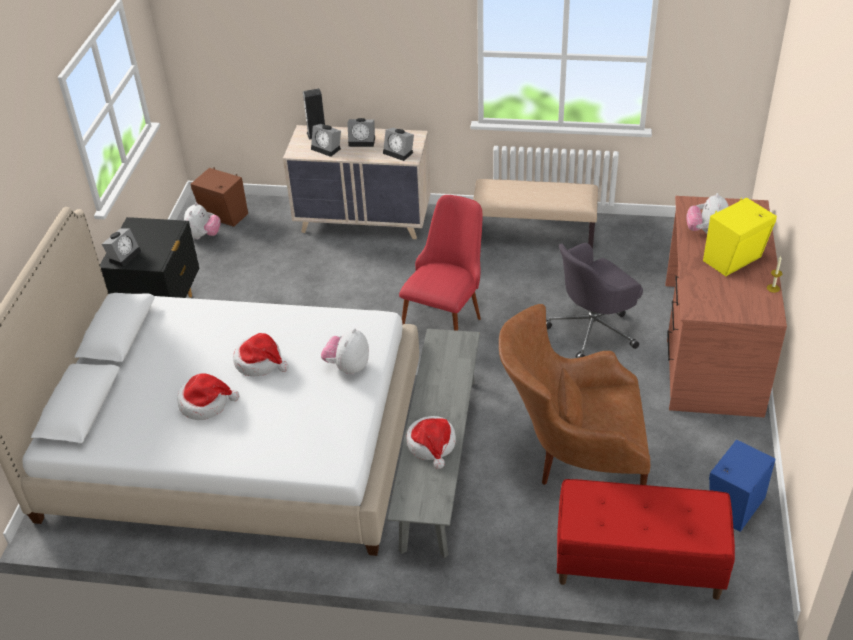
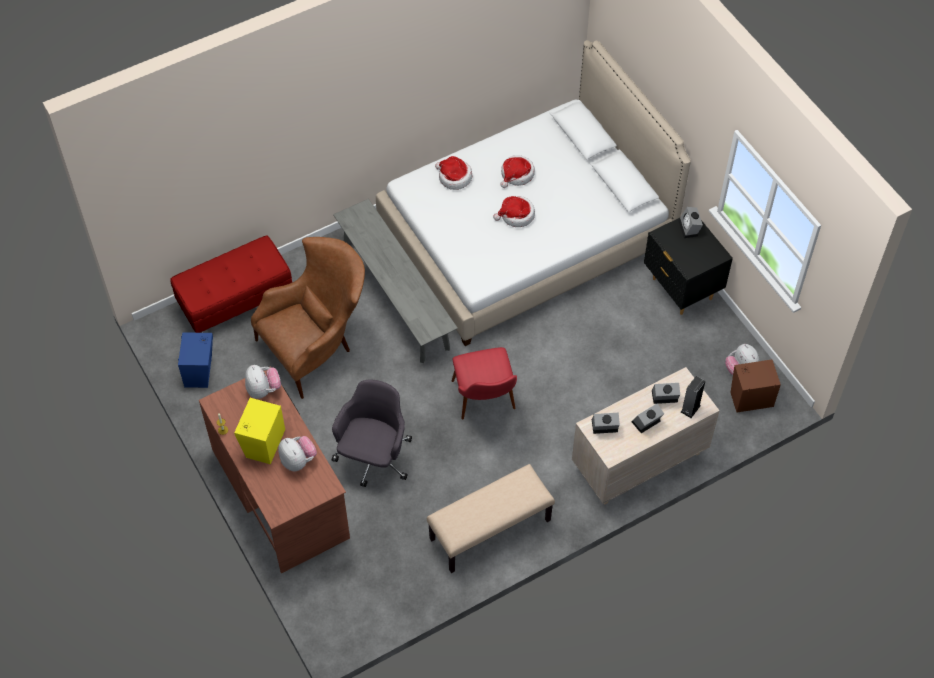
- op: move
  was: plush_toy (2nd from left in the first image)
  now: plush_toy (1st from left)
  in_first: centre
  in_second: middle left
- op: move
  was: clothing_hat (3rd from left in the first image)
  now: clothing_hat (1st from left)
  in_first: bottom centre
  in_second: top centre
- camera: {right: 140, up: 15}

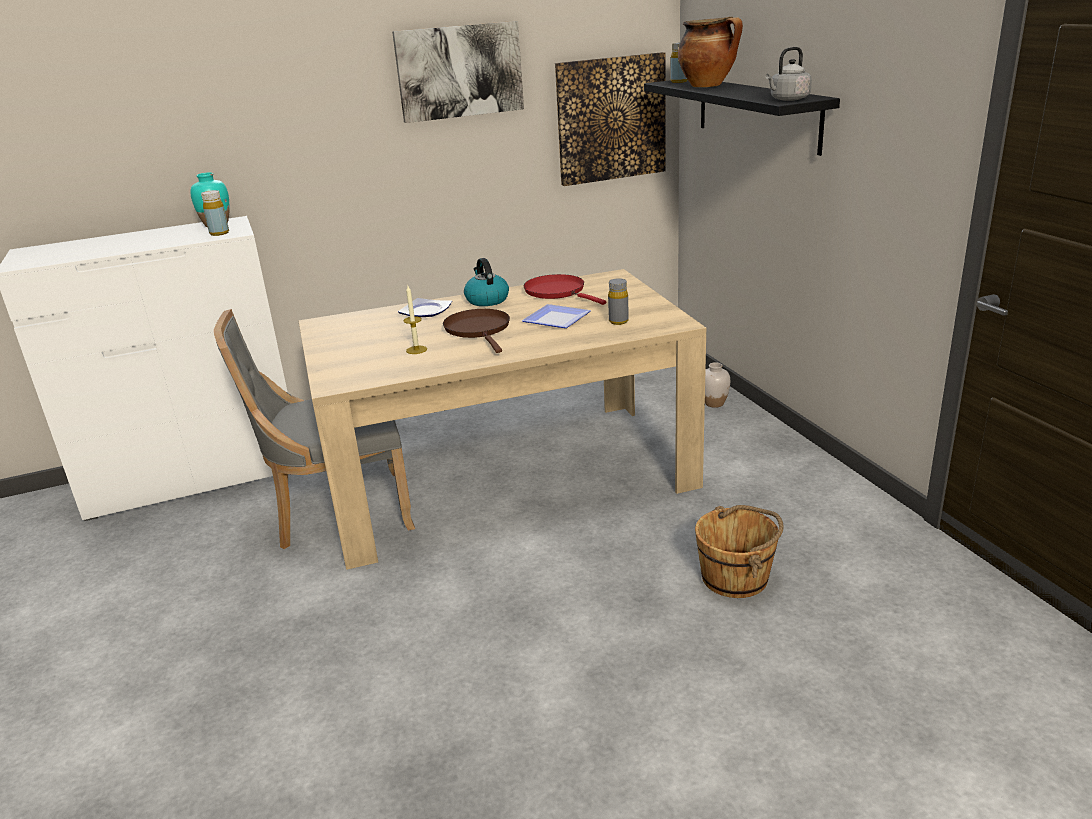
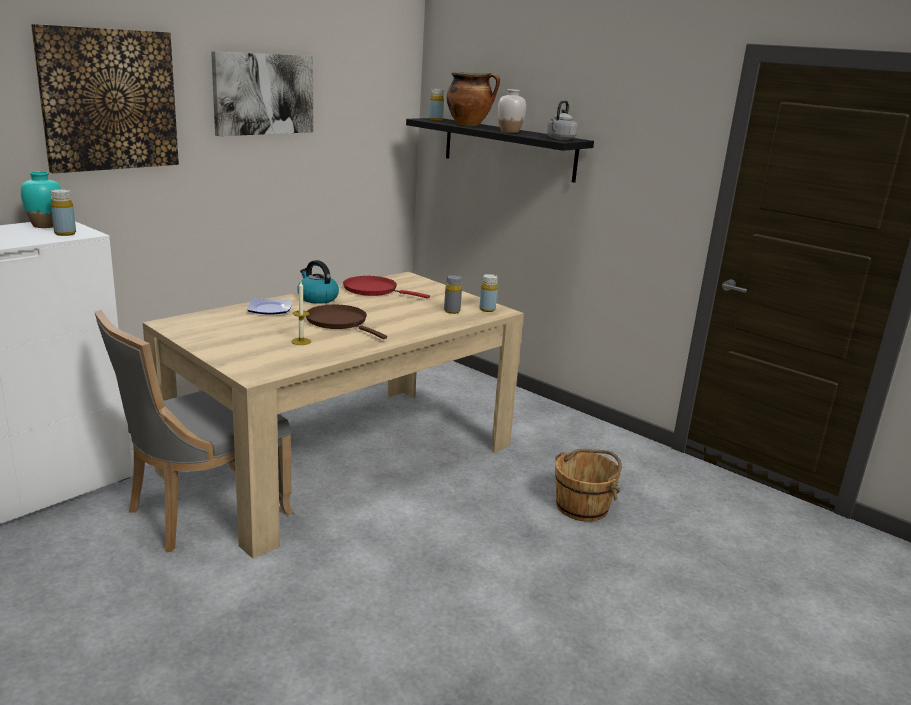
- op: move
  was: wall_picture (2nd from left in the first image)
  now: wall_picture (1st from left)
  in_first: top centre
  in_second: top left
- op: insert
  now: yellow_drink_bottle (3rd from left)
  in_second: centre
- op: move
  was: whitish_flower_vase
  in_first: centre
  in_second: top centre
- op: delete
  was: dinner_plate (2nd from left)
  in_first: centre
- camera: {right: -30, up: -5}

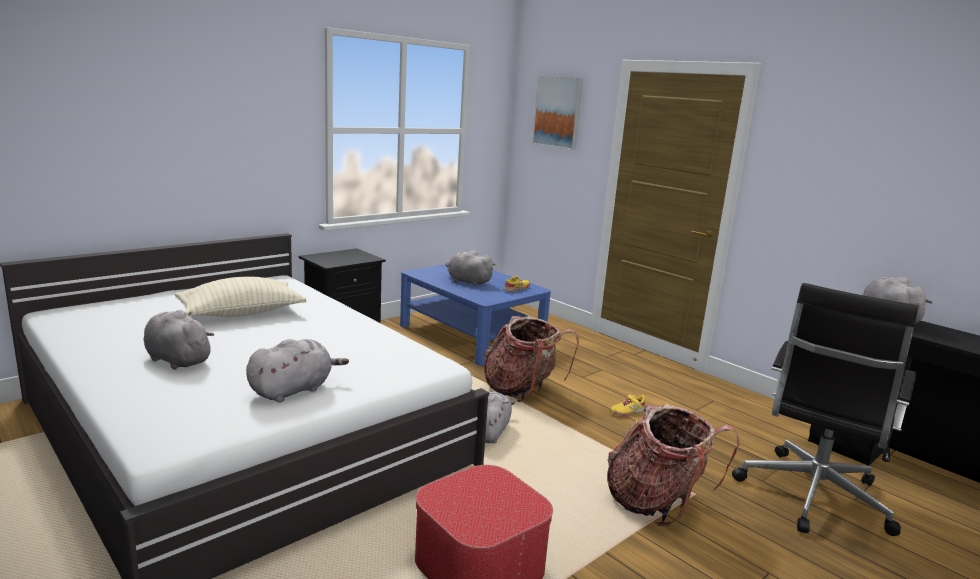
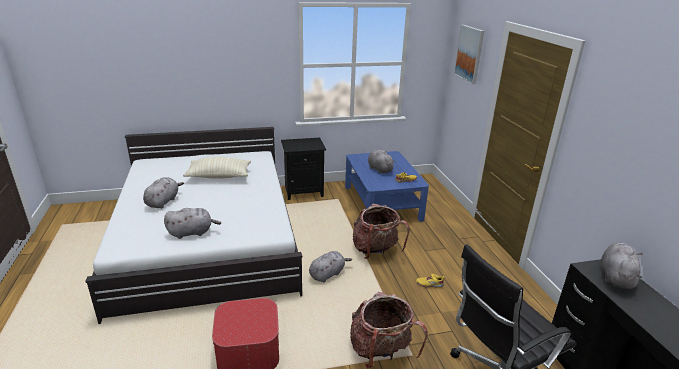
- op: rotate
  was: greyish_plush_toy (1st from left)
  in_first: middle left
  in_second: middle left
  clockwise: 45
- camera: {right: 30, up: 10}

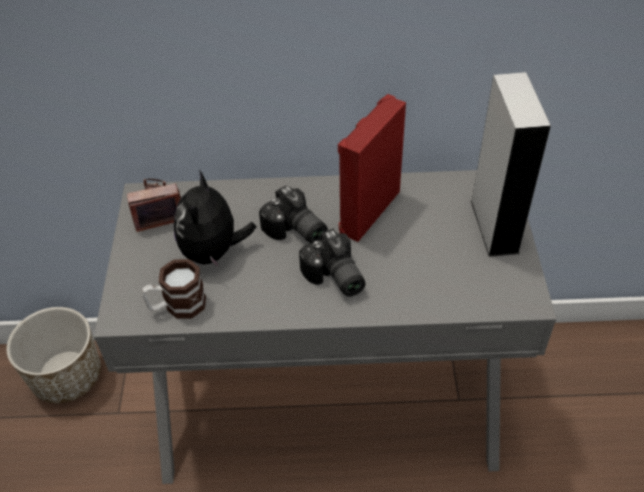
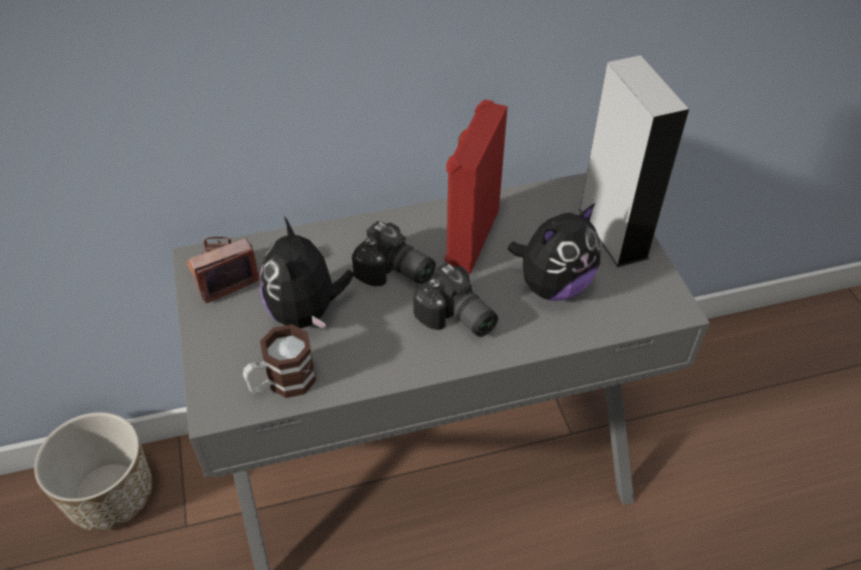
- op: insert
  now: plush_toy (2nd from left)
  in_second: centre
- camera: {right: -15, up: 0}

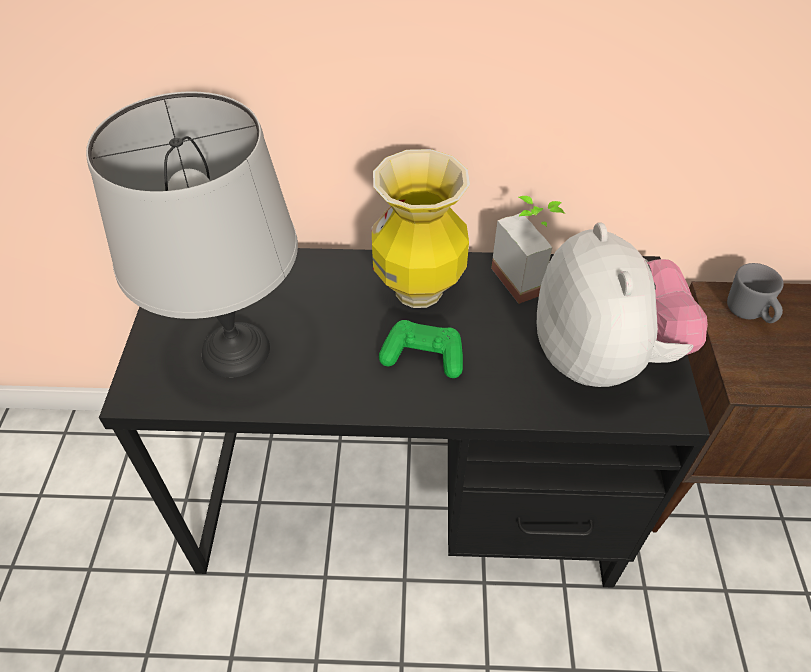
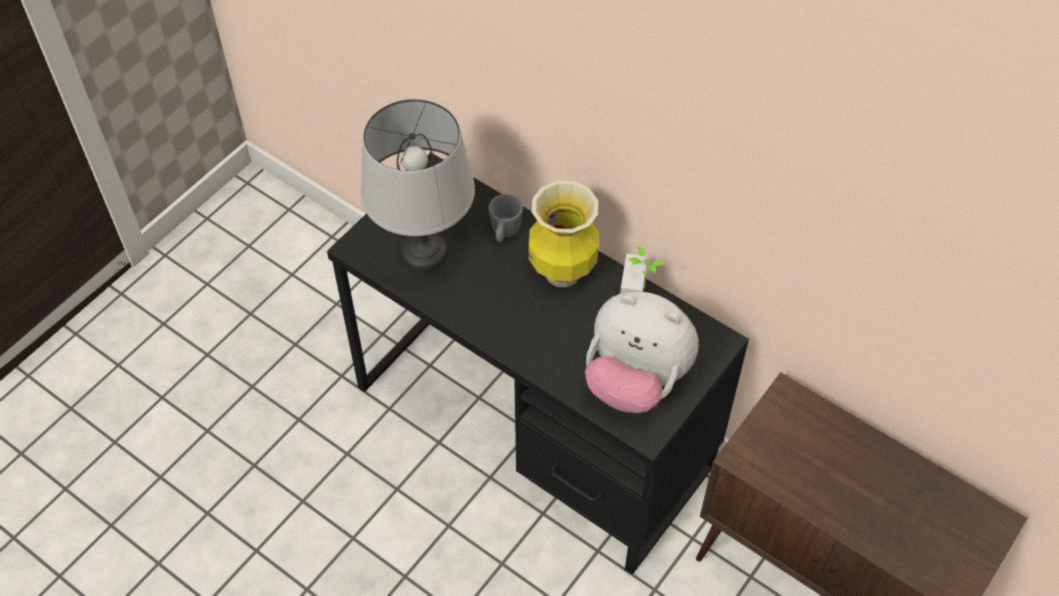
- op: move
  was: greyish_coffee_mug
  in_first: middle right
  in_second: centre
- op: rotate
  was: plush_toy
  in_first: middle right
  in_second: centre
  clockwise: 90
- op: delete
  was: greenish_game_controller
  in_first: centre
- camera: {right: 35, up: 5}

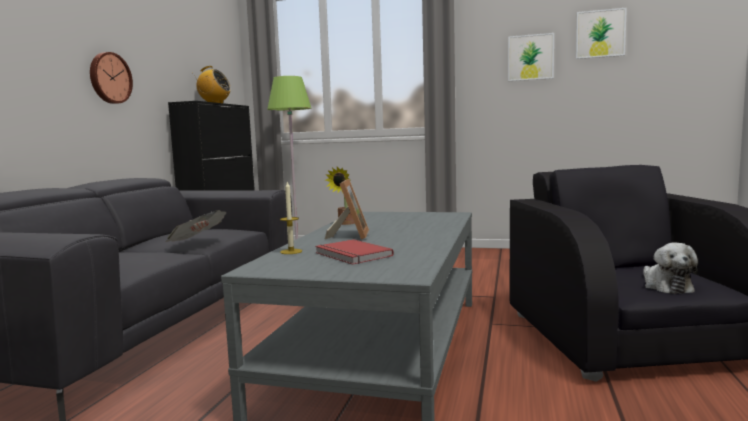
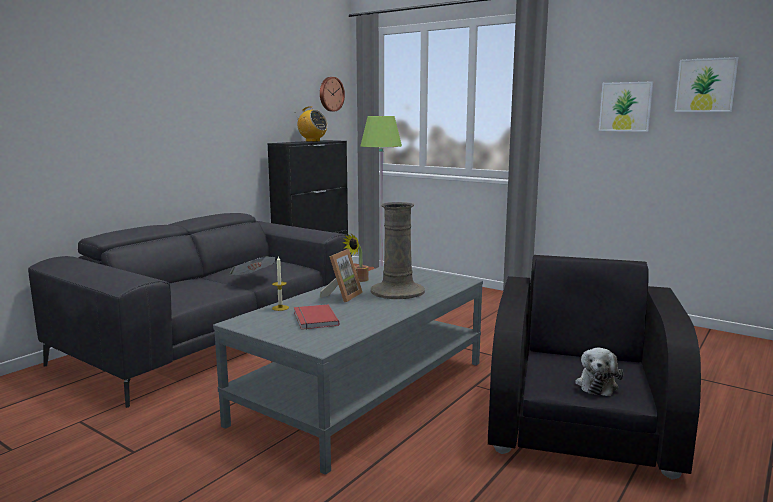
- op: move
  was: hanging_clock
  in_first: top left
  in_second: top centre
- op: insert
  now: beige-coloured_flower_vase
  in_second: centre
- camera: {right: 20, up: 5}

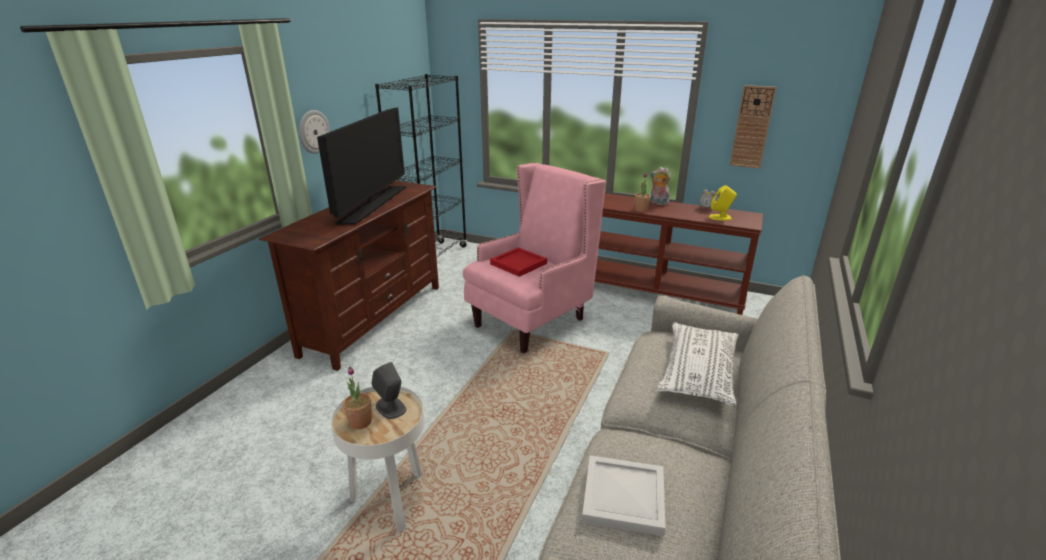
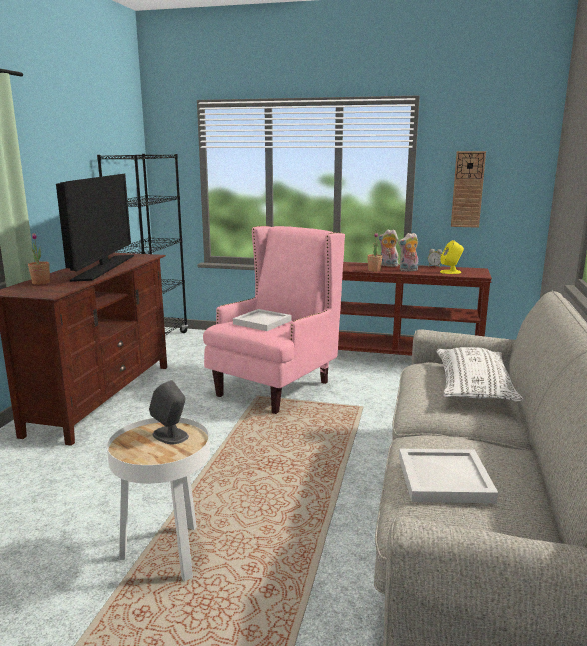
- op: move
  was: plant_in_a_pot (1st from left)
  in_first: bottom centre
  in_second: middle left
- op: recolor
  was: red_serving_tray
  now: whitish_serving_tray (1st from left)
  in_first: centre
  in_second: centre
- op: insert
  now: plush_toy (2nd from left)
  in_second: middle right
- op: delete
  was: hanging_clock (1st from left)
  in_first: top left
- camera: {right: -10, up: -10}

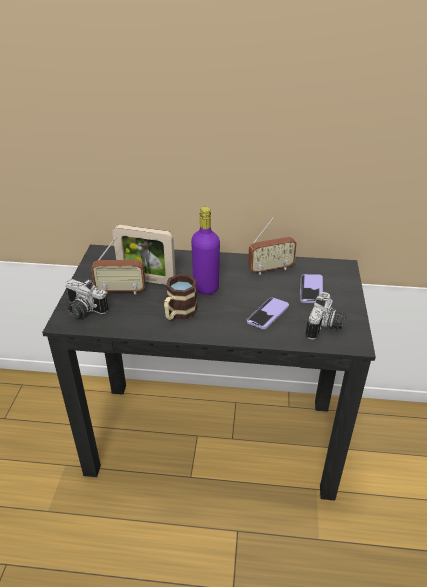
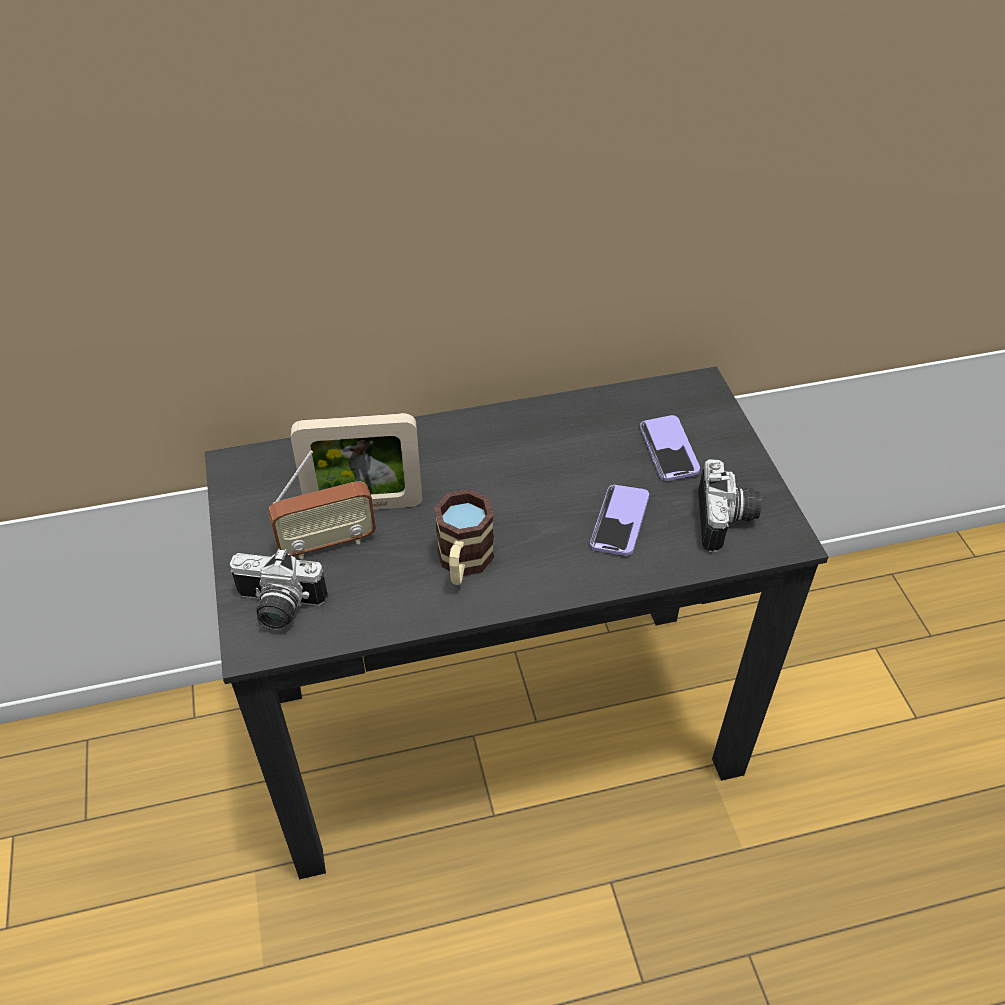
- op: delete
  was: purple-coloured_drink_bottle
  in_first: centre
- op: delete
  was: radio (2nd from left)
  in_first: centre
- camera: {right: -20, up: 10}

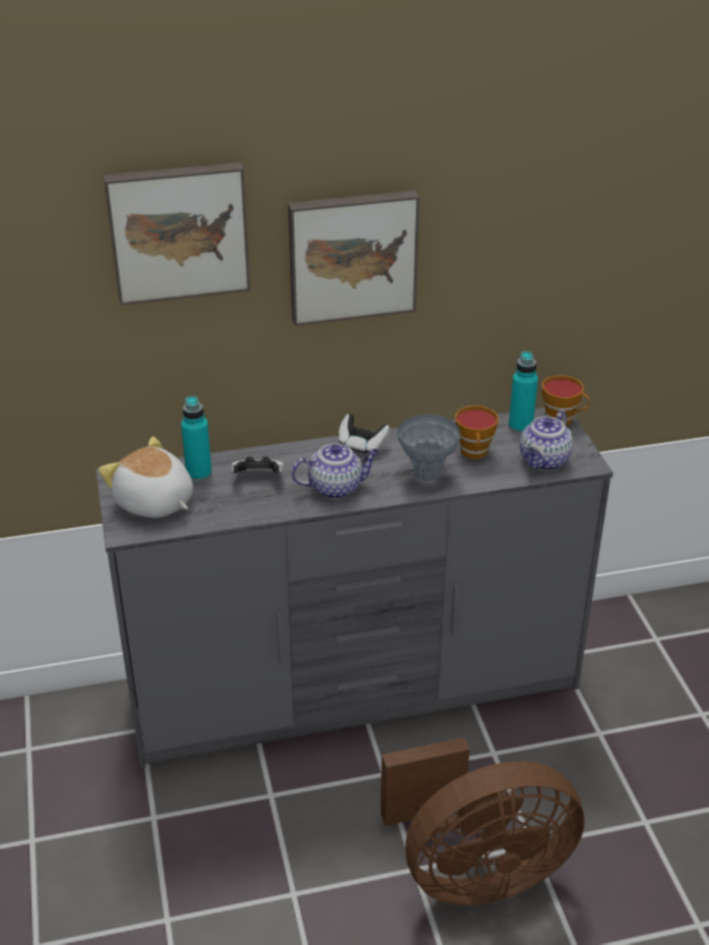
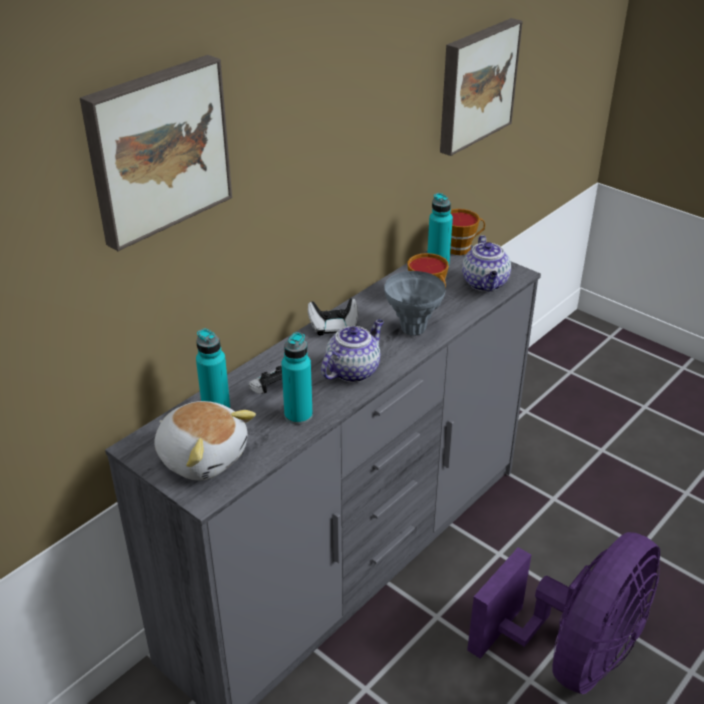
- op: rotate
  was: plush_toy
  in_first: middle left
  in_second: middle left
  clockwise: -150
- op: insert
  now: blue-green_drink_bottle (2nd from left)
  in_second: centre
- op: move
  was: wall_picture (2nd from left)
  in_first: top centre
  in_second: top right
- op: recolor
  was: brown-coloured_cooling_fan
  now: purple-coloured_cooling_fan
  in_first: bottom right
  in_second: bottom right
- camera: {right: -35, up: 0}

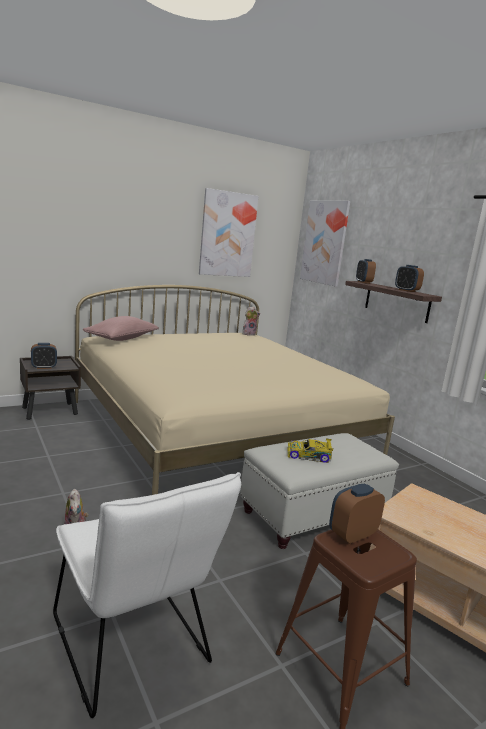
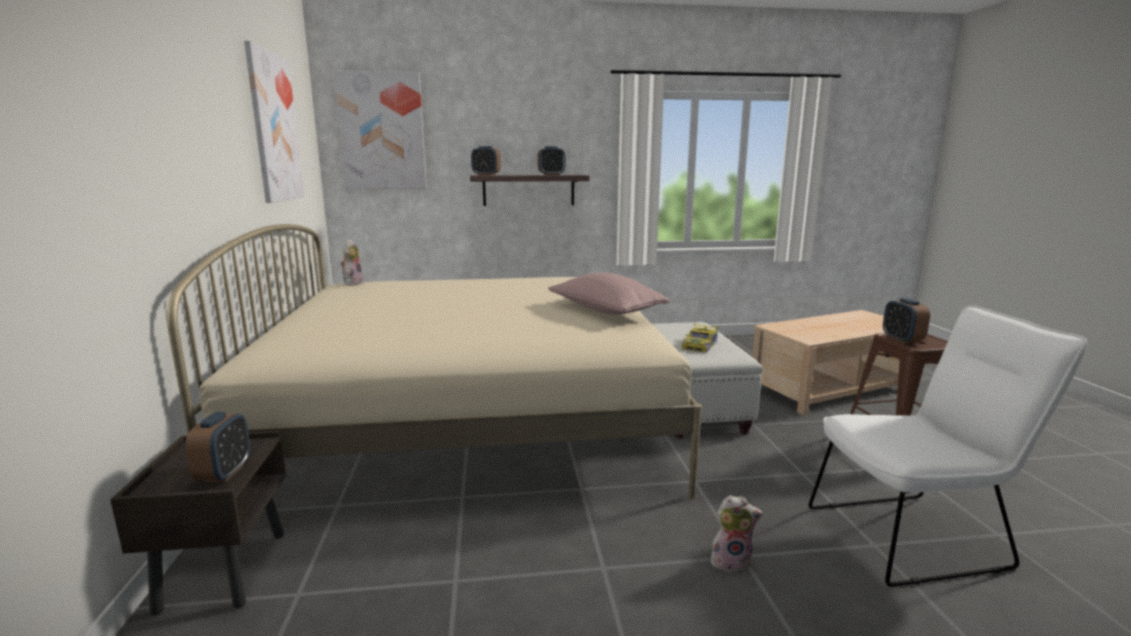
- op: move
  was: pinkish_cushion
  in_first: middle left
  in_second: centre
- camera: {right: -65, up: 0}

